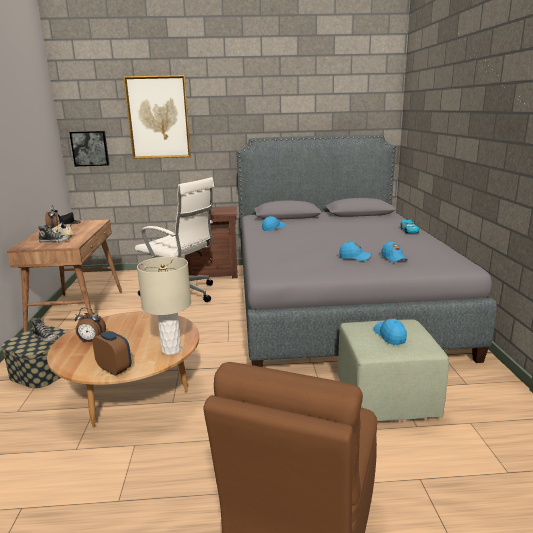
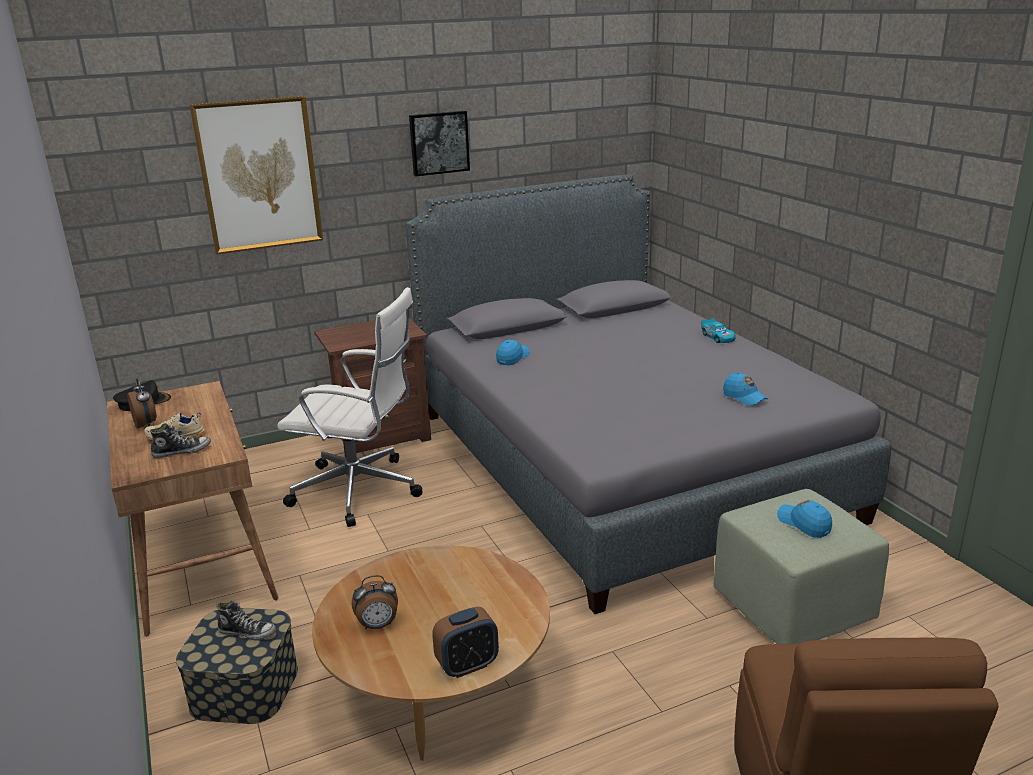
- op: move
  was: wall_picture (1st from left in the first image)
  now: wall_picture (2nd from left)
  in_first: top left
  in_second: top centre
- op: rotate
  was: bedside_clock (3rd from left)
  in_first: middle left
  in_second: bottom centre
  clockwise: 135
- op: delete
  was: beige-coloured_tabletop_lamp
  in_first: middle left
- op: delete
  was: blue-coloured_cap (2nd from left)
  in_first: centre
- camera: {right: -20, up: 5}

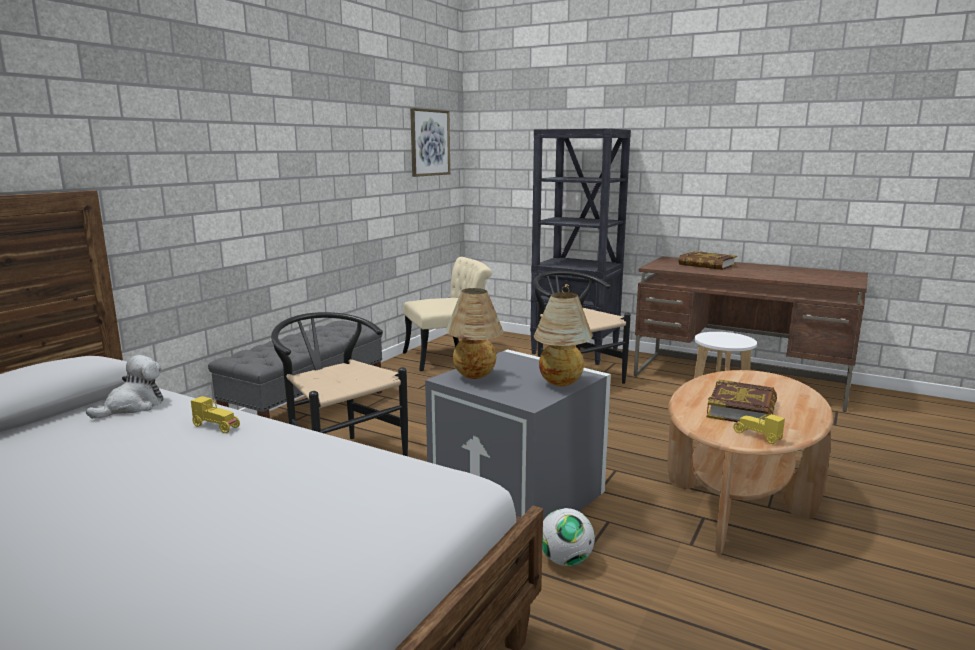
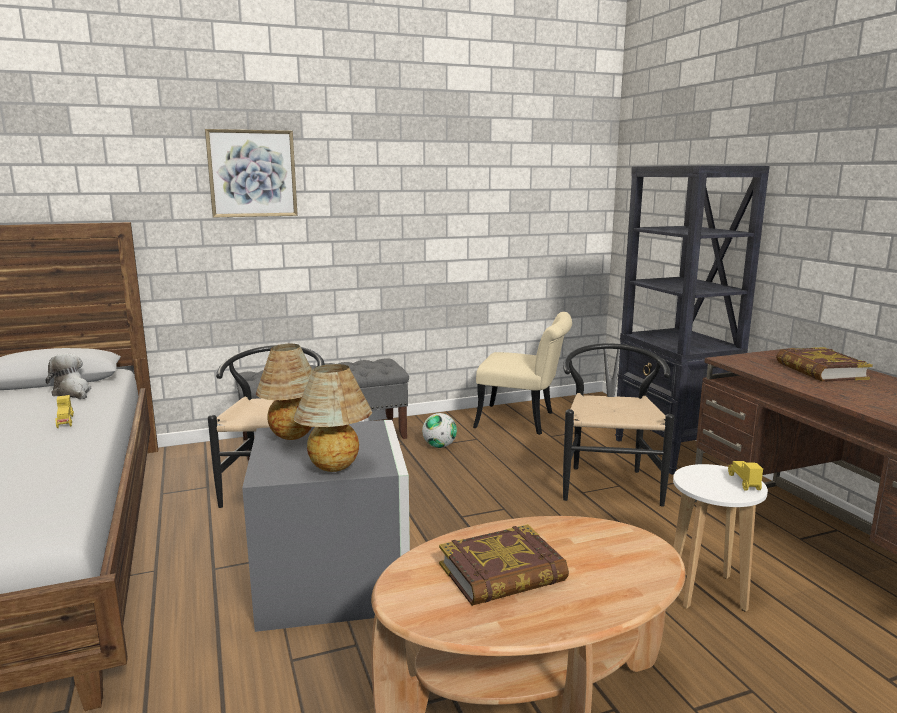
- op: rotate
  was: plush_toy
  in_first: middle left
  in_second: middle left
  clockwise: -120
- op: move
  was: wall_picture
  in_first: top centre
  in_second: top left
- op: move
  was: football
  in_first: bottom centre
  in_second: centre
- op: move
  was: yellow_miniature_car (2nd from left)
  in_first: middle right
  in_second: bottom right
- camera: {right: 40, up: 0}

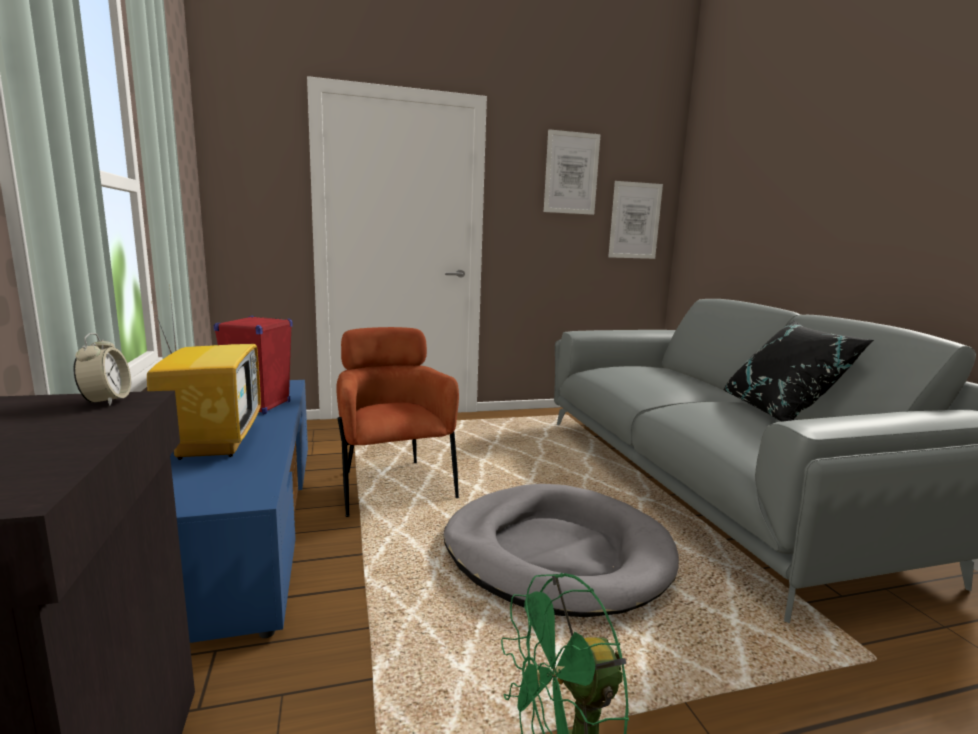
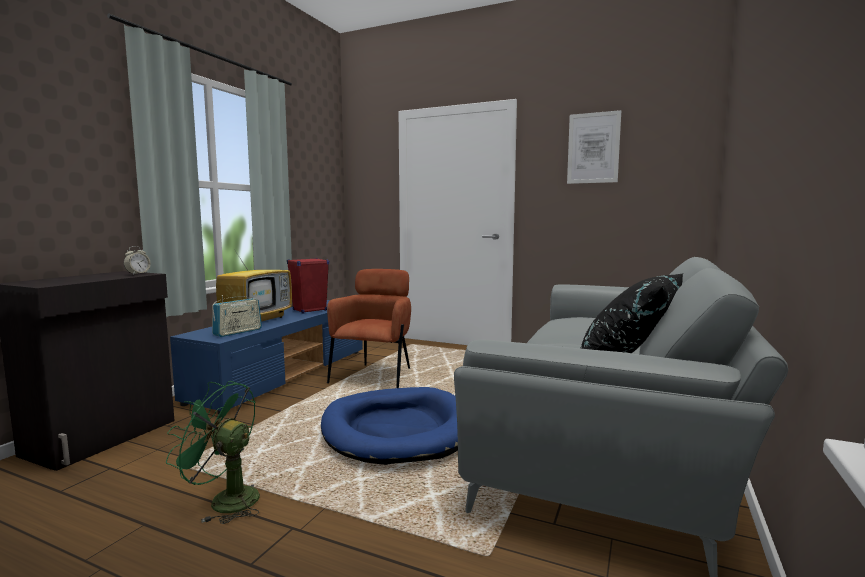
- op: insert
  now: radio
  in_second: middle left
- op: recolor
  was: greyish_dog_bed
  now: blue-coloured_dog_bed
  in_first: bottom centre
  in_second: bottom centre
- op: delete
  was: wall_picture (2nd from left)
  in_first: top centre
- camera: {right: 40, up: -5}

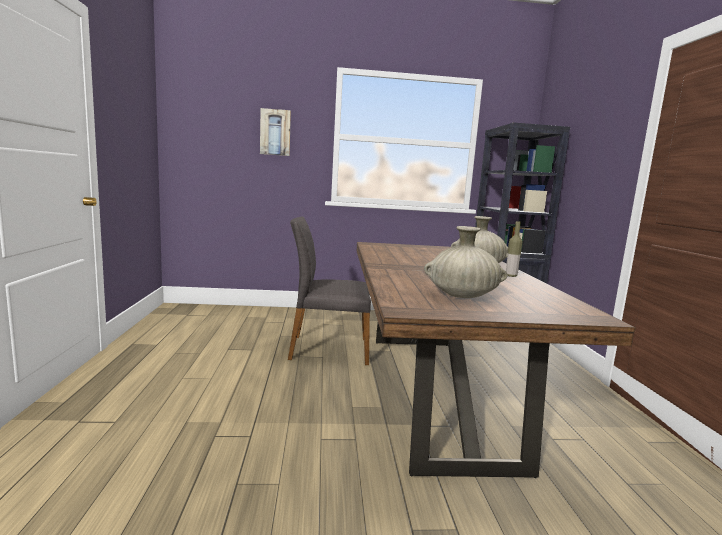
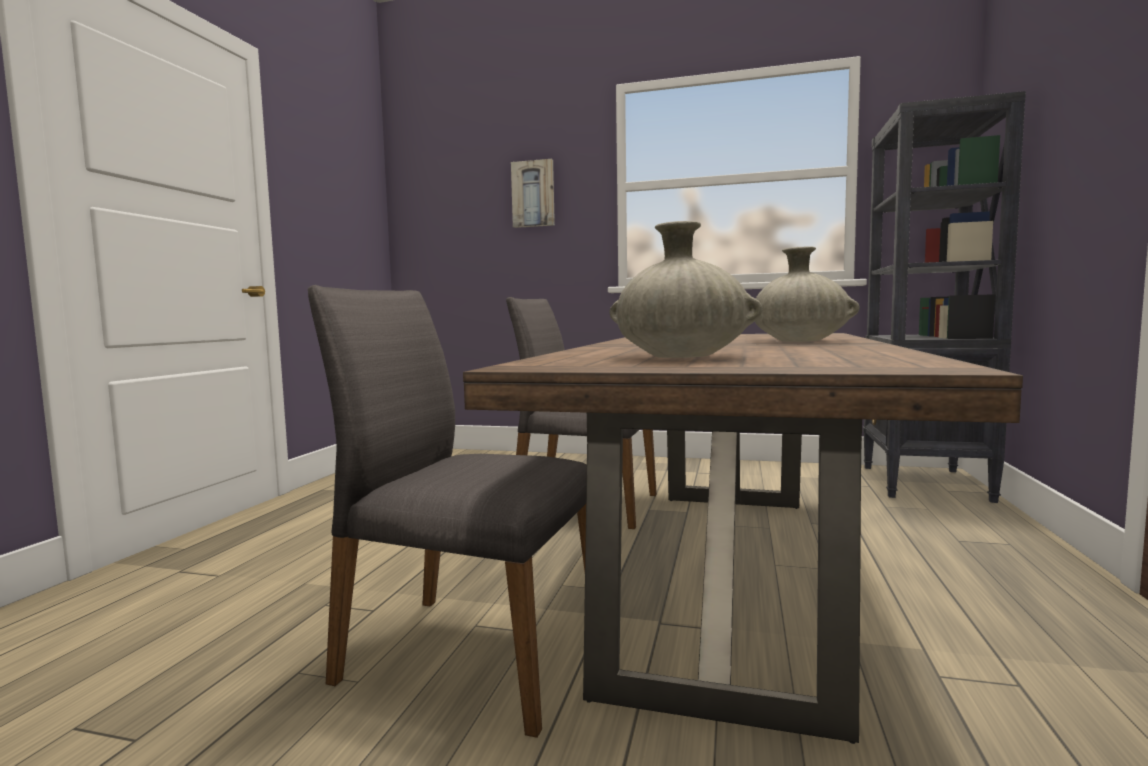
- op: insert
  now: greyish_upright_chair (1st from left)
  in_second: bottom centre
- op: delete
  was: drink_bottle
  in_first: middle right
- camera: {right: 20, up: -5}

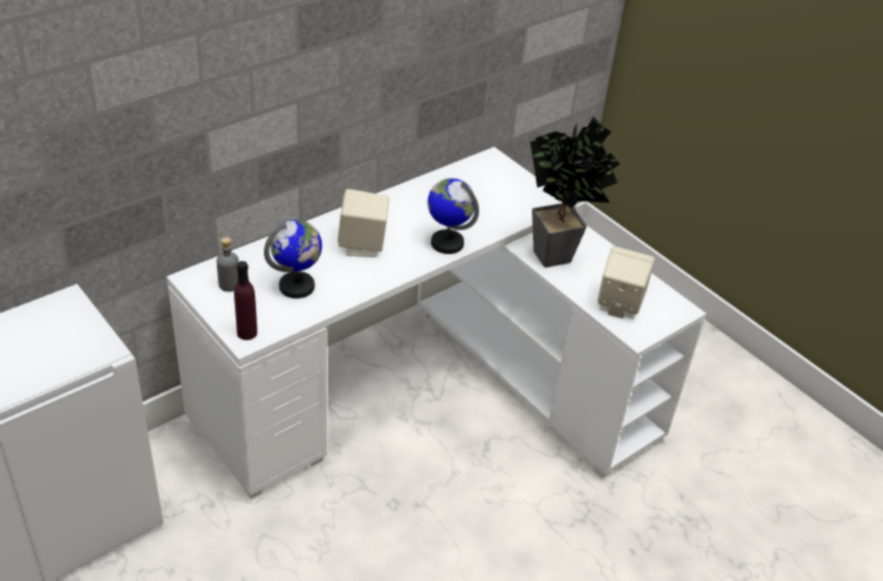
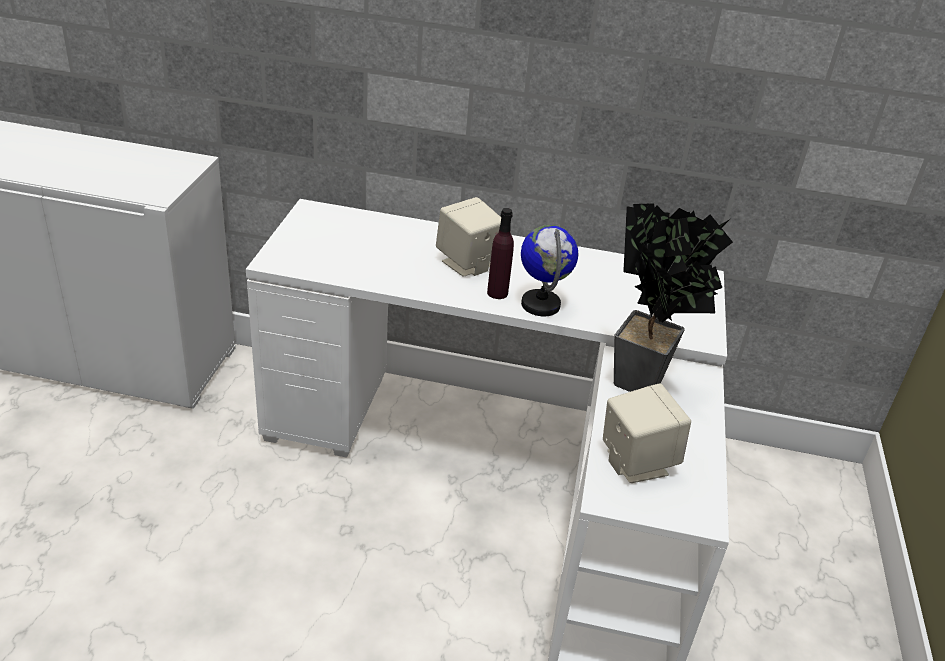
- op: move
  was: purple-coloured_drink_bottle
  in_first: middle left
  in_second: centre
- op: delete
  was: greyish_drink_bottle
  in_first: middle left
- op: delete
  was: globe (1st from left)
  in_first: middle left
- camera: {right: 50, up: -5}

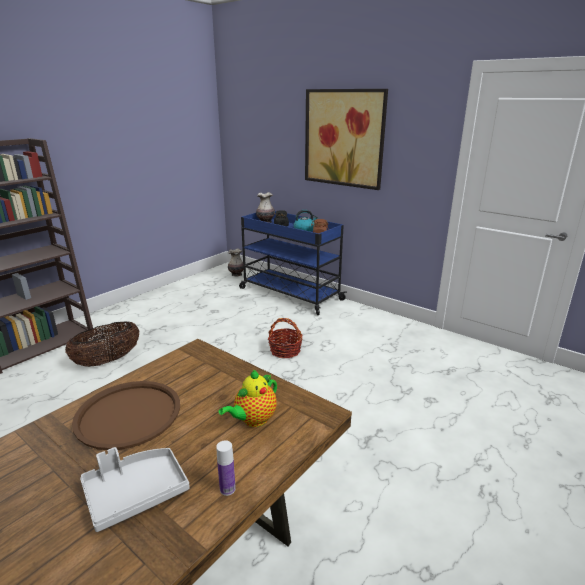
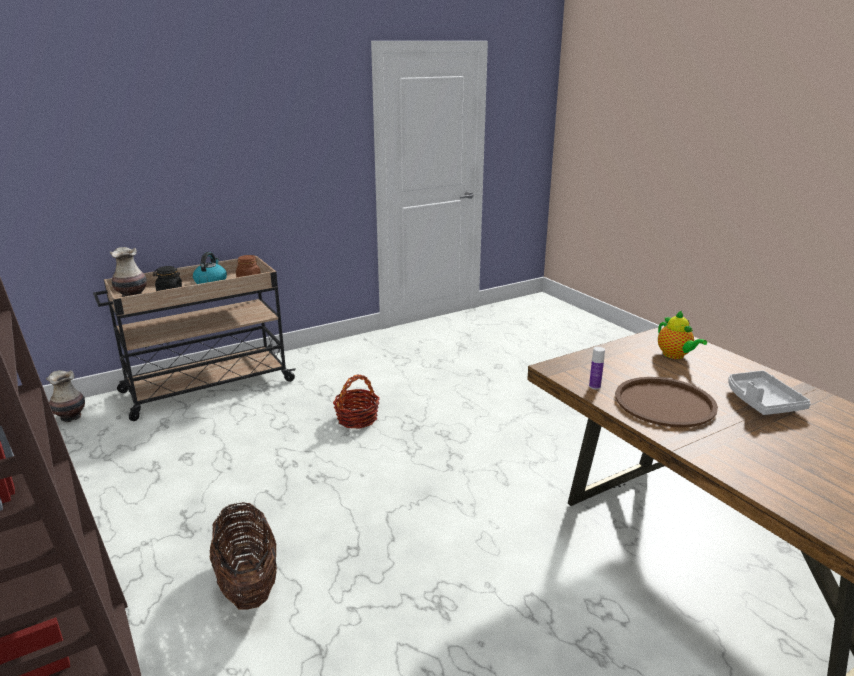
- op: recolor
  was: blue-coloured_cart
  now: beige-coloured_cart
  in_first: centre
  in_second: middle left
- op: move
  was: drink_bottle
  in_first: bottom centre
  in_second: middle right
- op: delete
  was: wall_picture
  in_first: top centre
- camera: {right: -70, up: 0}

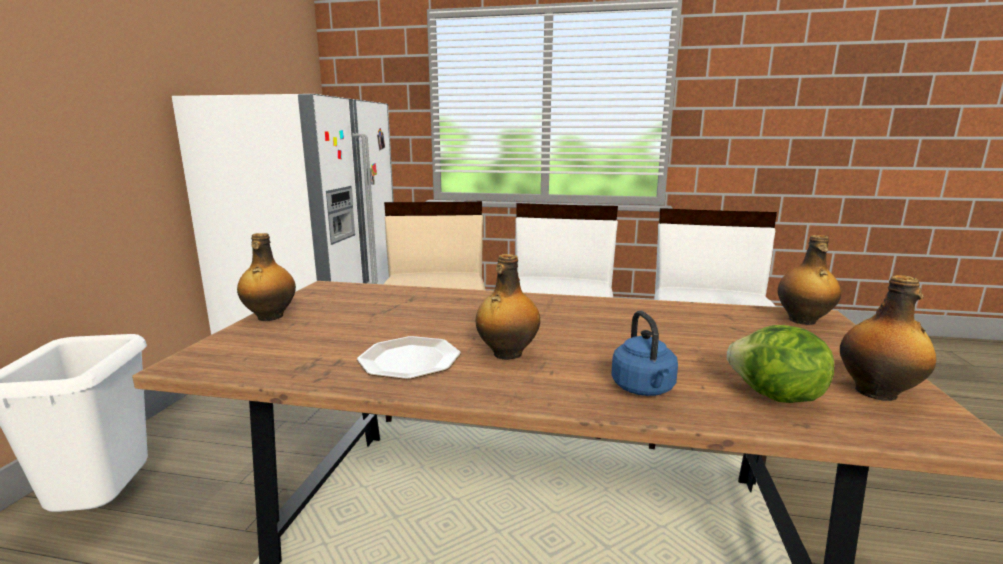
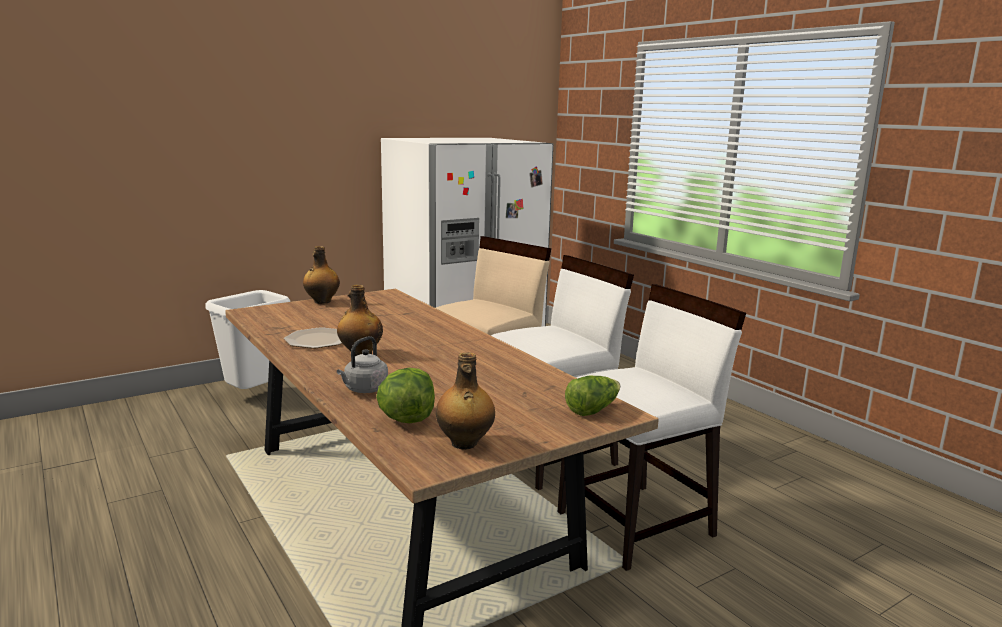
- op: recolor
  was: blue-coloured_tea_kettle
  now: greyish_tea_kettle
  in_first: centre
  in_second: centre
- op: replace
  was: drink_bottle (3rd from left)
  now: head_of_lettuce (2nd from left)
  in_first: middle right
  in_second: centre
- camera: {right: 45, up: 0}

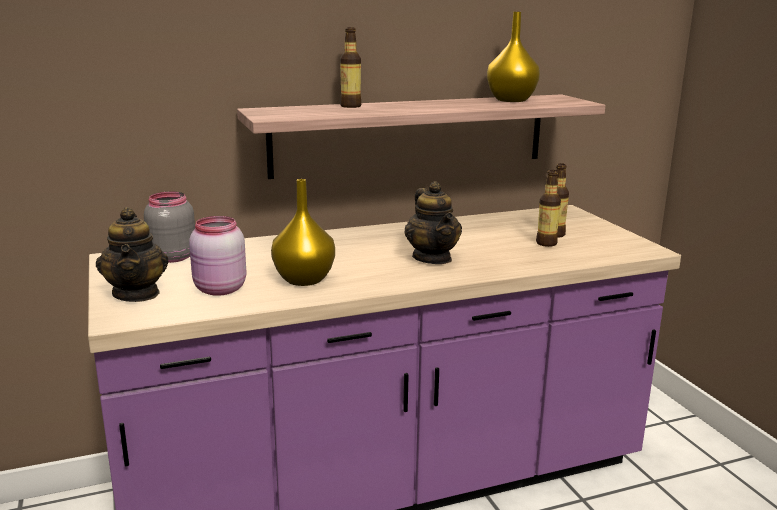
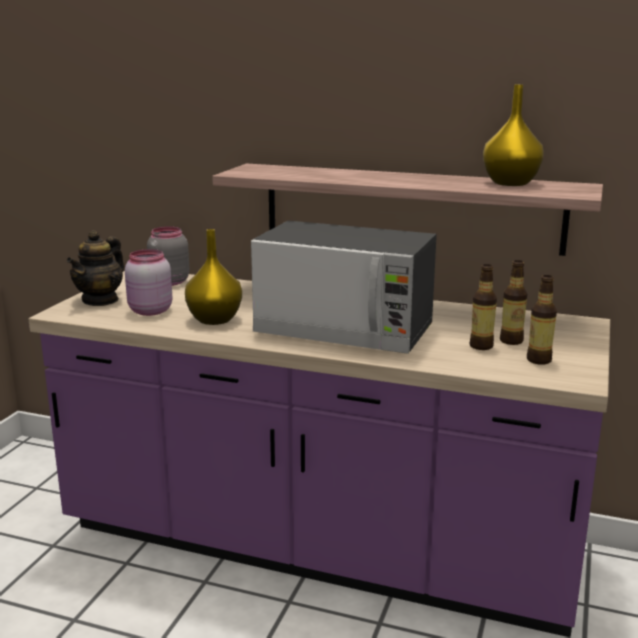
- op: replace
  was: teapot (2nd from left)
  now: microwave_oven
  in_first: centre
  in_second: centre
- op: move
  was: drink_bottle (1st from left in the first image)
  now: drink_bottle (3rd from left)
  in_first: top centre
  in_second: middle right
- camera: {right: 40, up: 0}

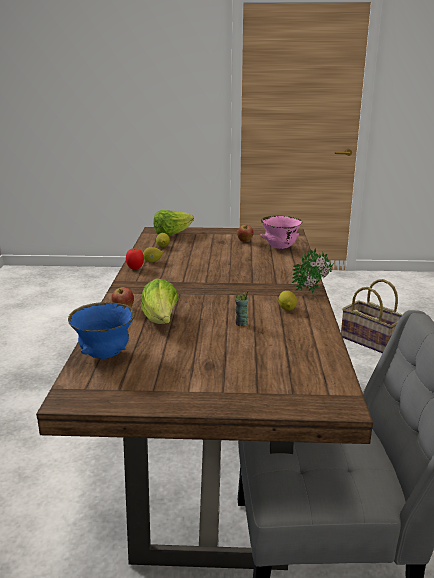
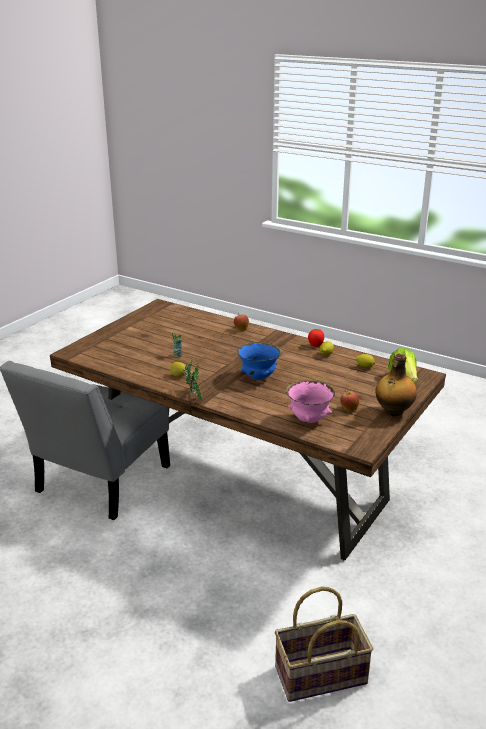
- op: move
  was: blue-coloured_serving_bowl
  in_first: middle left
  in_second: centre
- op: insert
  now: drink_bottle
  in_second: middle right
- op: delete
  was: head_of_lettuce (1st from left)
  in_first: centre
- camera: {right: 120, up: 5}

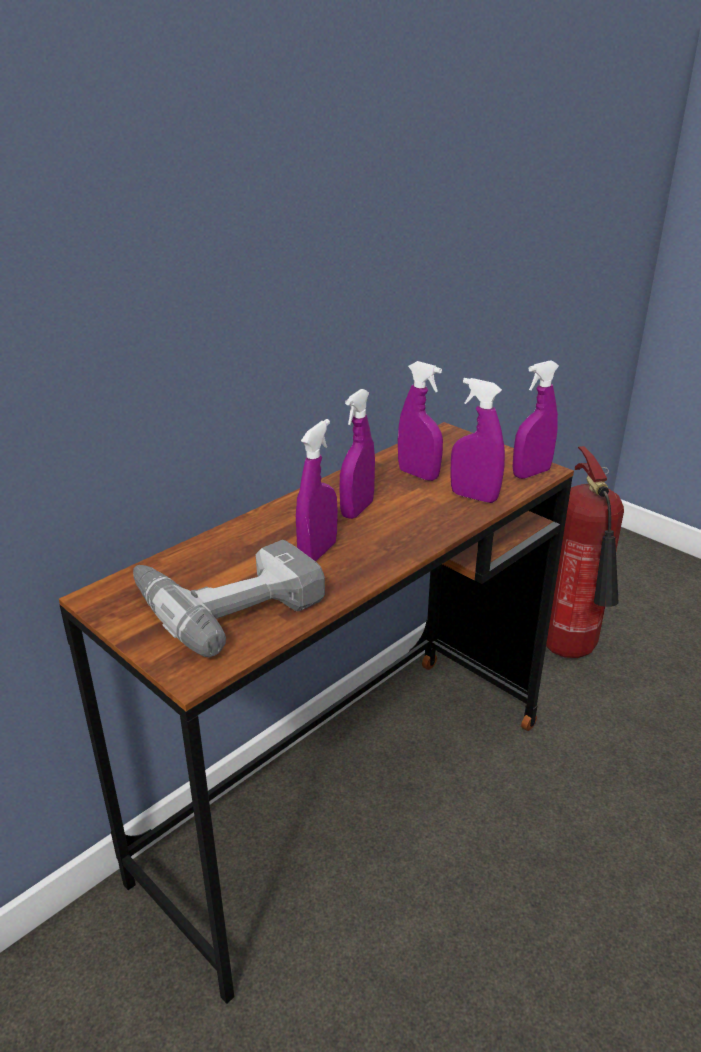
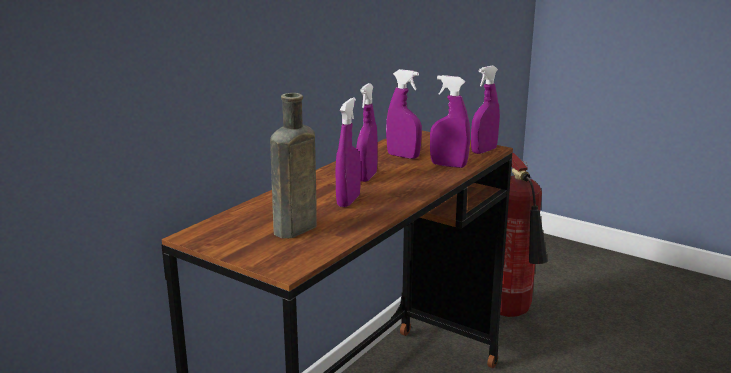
- op: replace
  was: electric_drill
  now: brown-coloured_drink_bottle
  in_first: middle left
  in_second: centre
- camera: {right: -10, up: -10}

